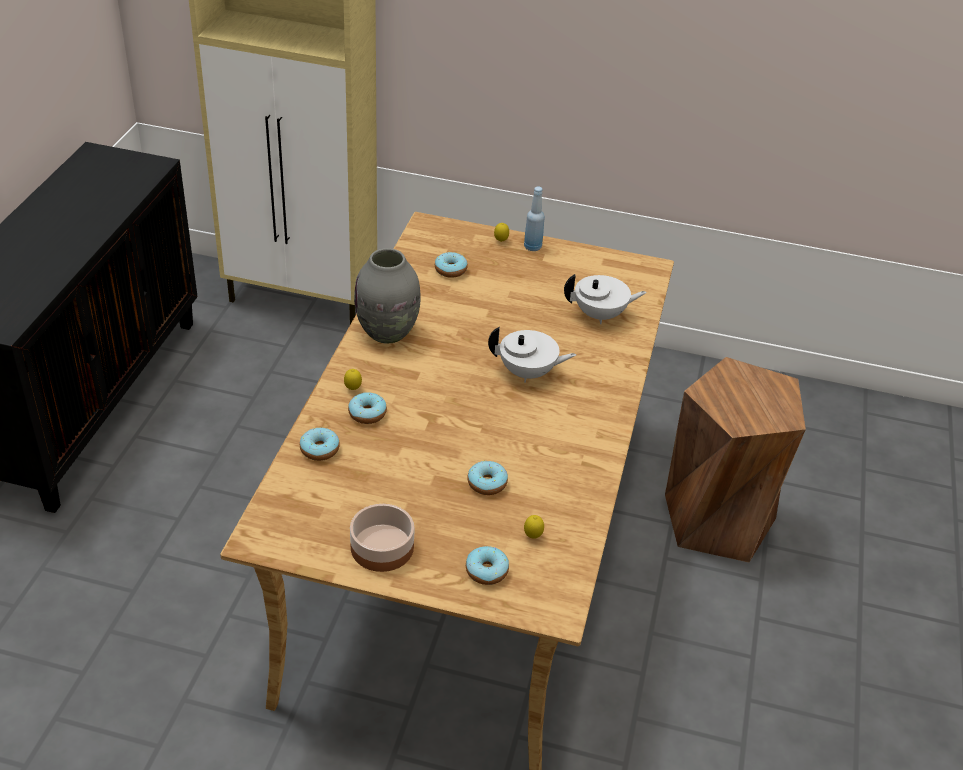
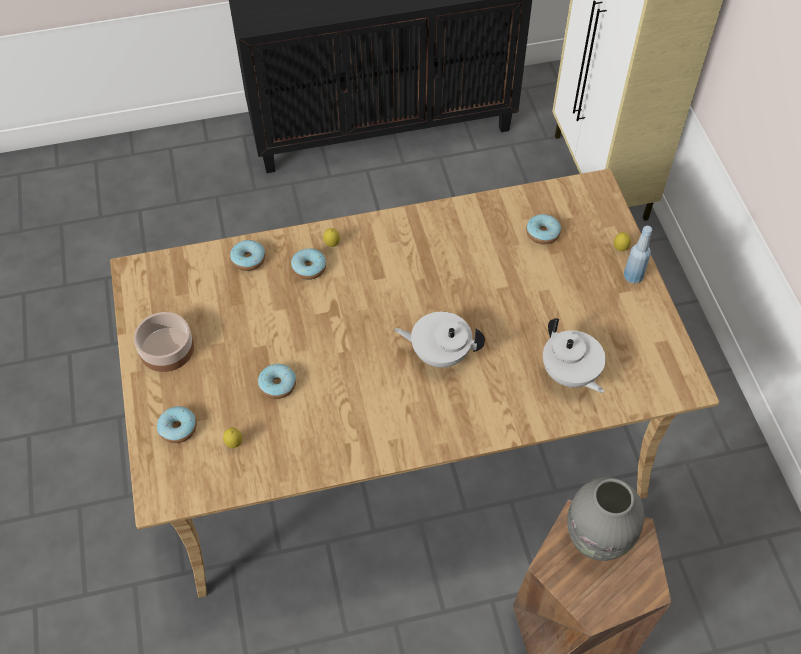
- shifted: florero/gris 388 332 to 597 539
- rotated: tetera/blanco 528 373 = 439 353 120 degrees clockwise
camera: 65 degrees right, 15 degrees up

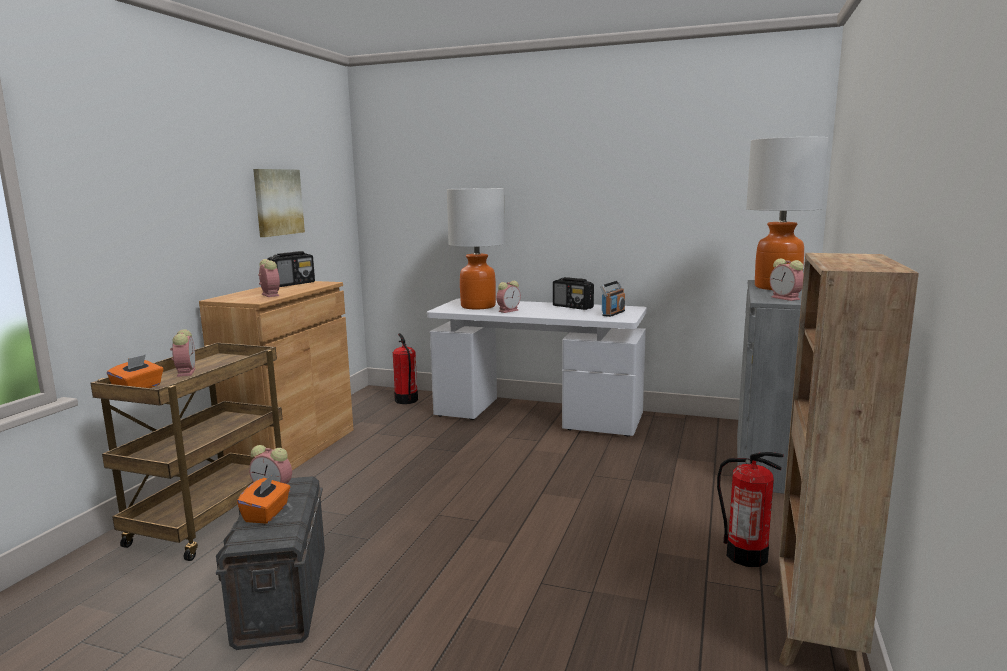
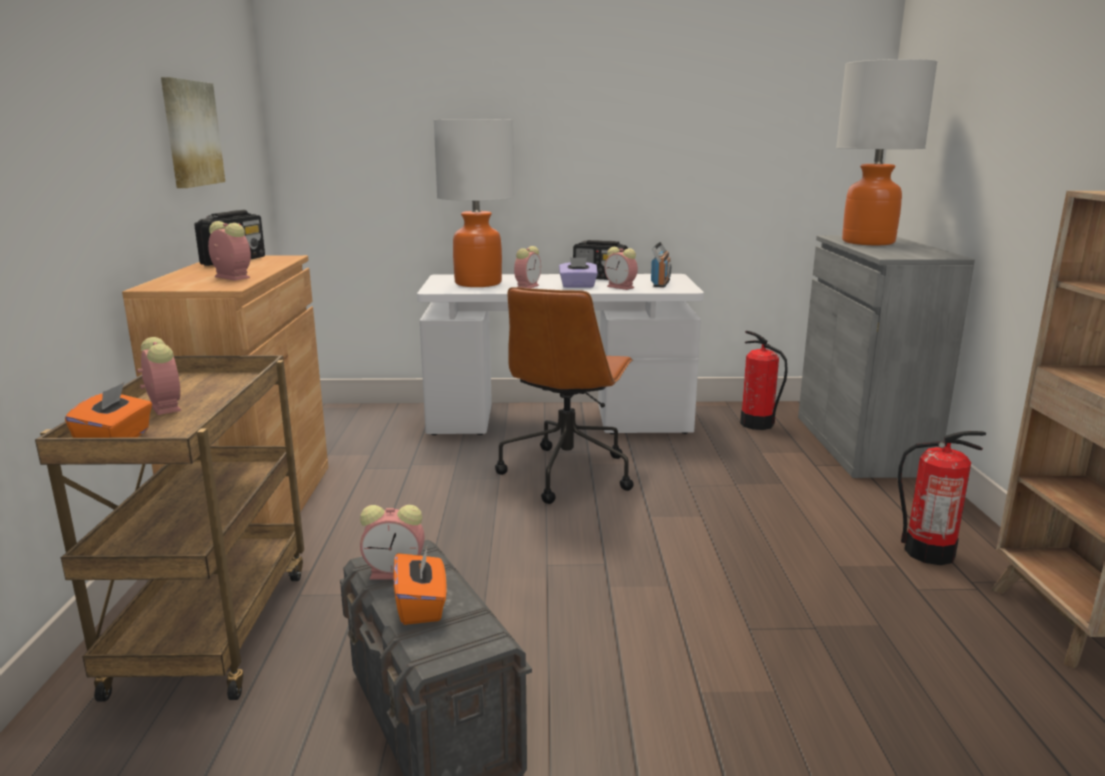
- new: silla de oficina/marrón 567 472
- new: caja de pañuelos/morado 578 286
- shifted: extintor 406 400 to 757 424
- shifted: despertador 786 298 to 621 287
camera: 20 degrees left, 5 degrees up

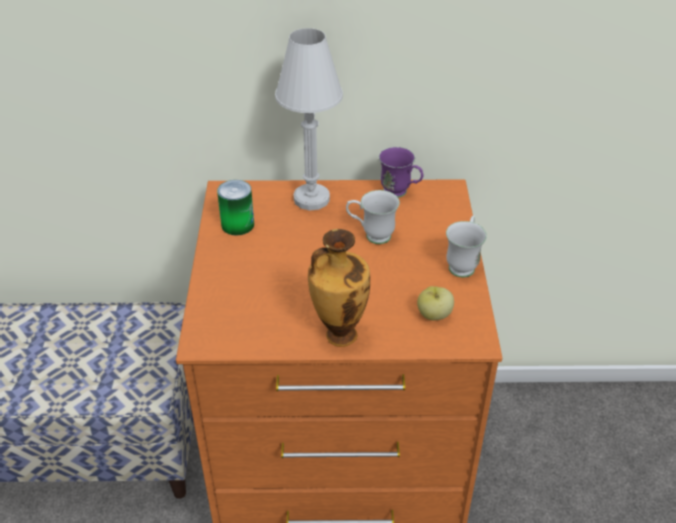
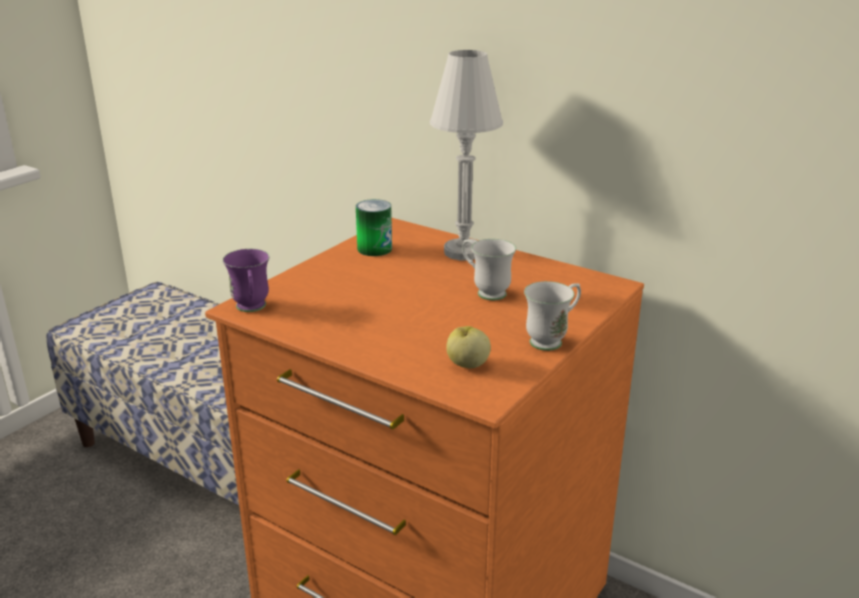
- gone: florero 339 334
- shifted: taza grande/morado 400 193 to 252 309
camera: 35 degrees right, 15 degrees down

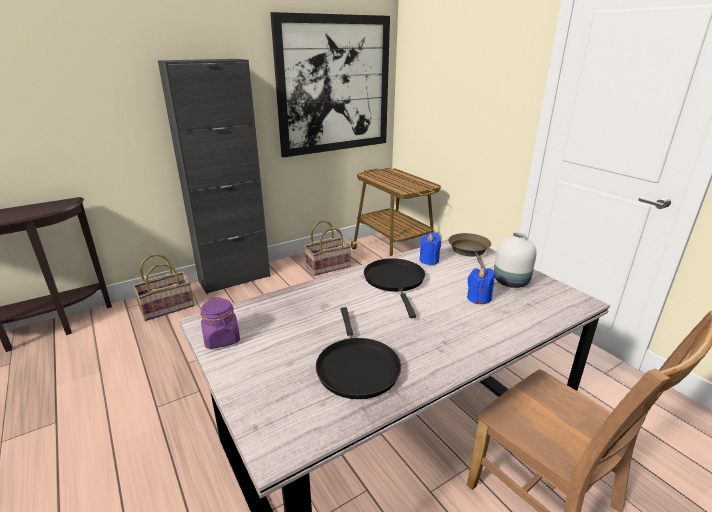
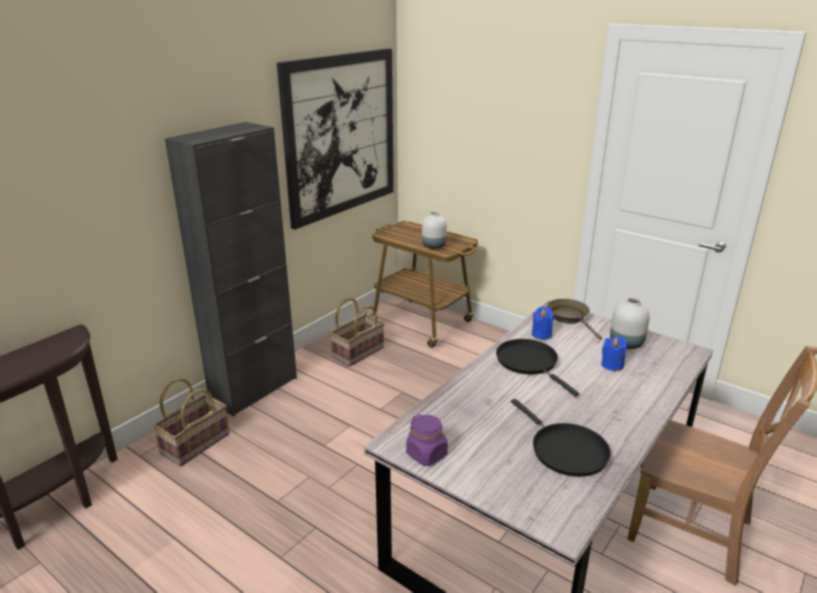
- new: florero/blanco 433 246
camera: 20 degrees left, 0 degrees up

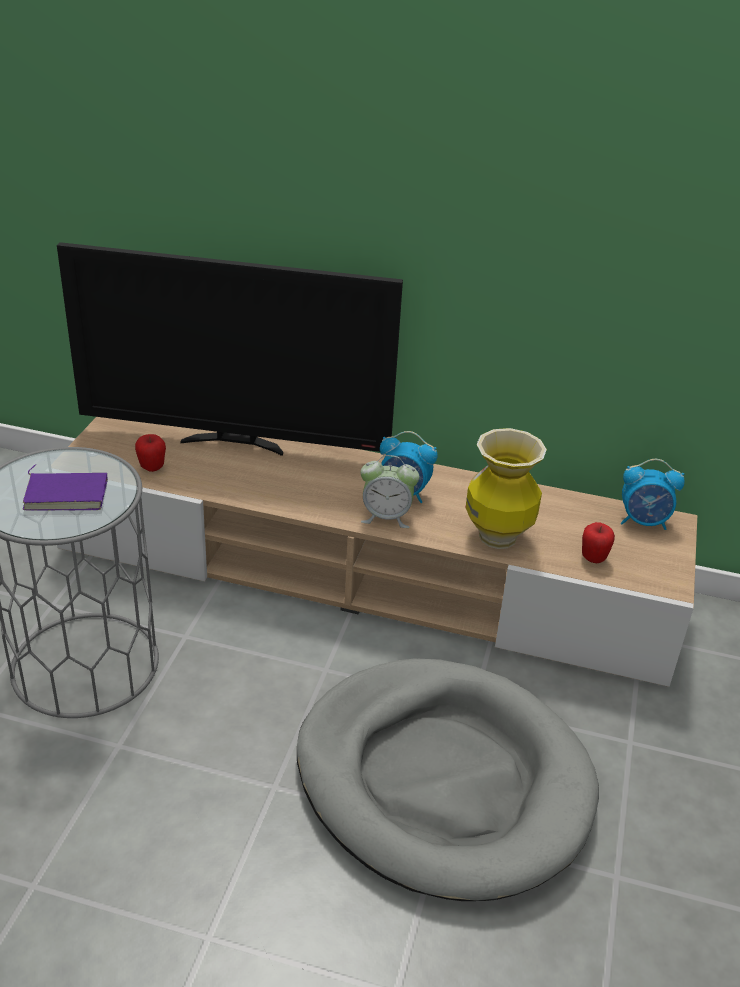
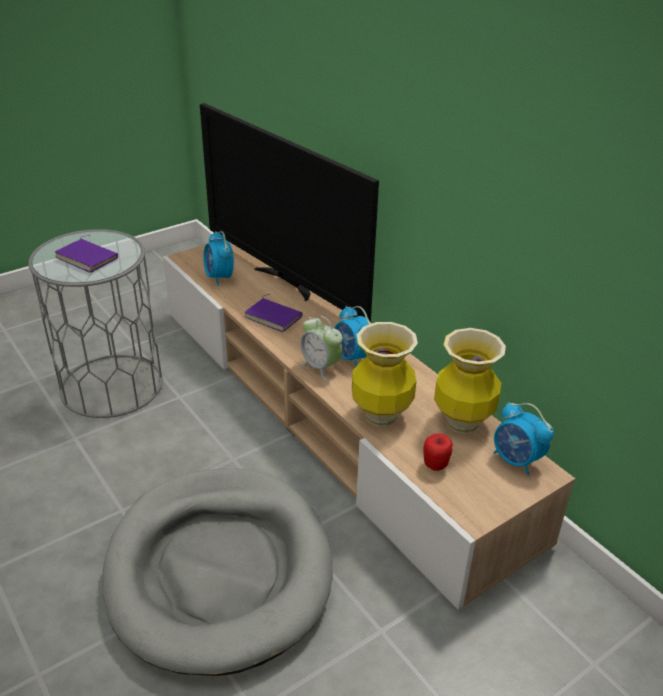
- new: libro/morado 274 316
- new: florero 462 422
- swapped: manzana 152 468 to despertador 219 277
camera: 40 degrees right, 0 degrees up

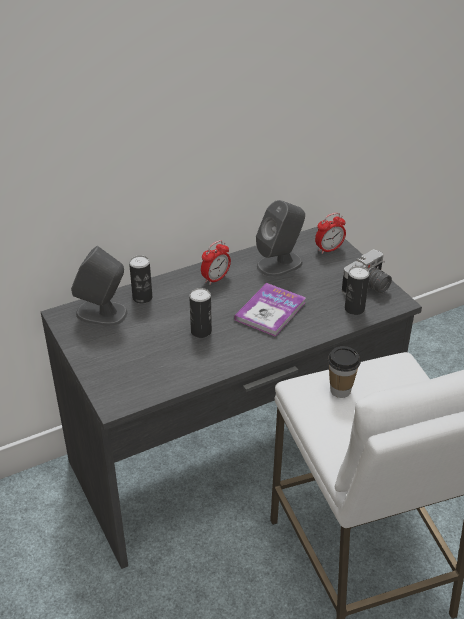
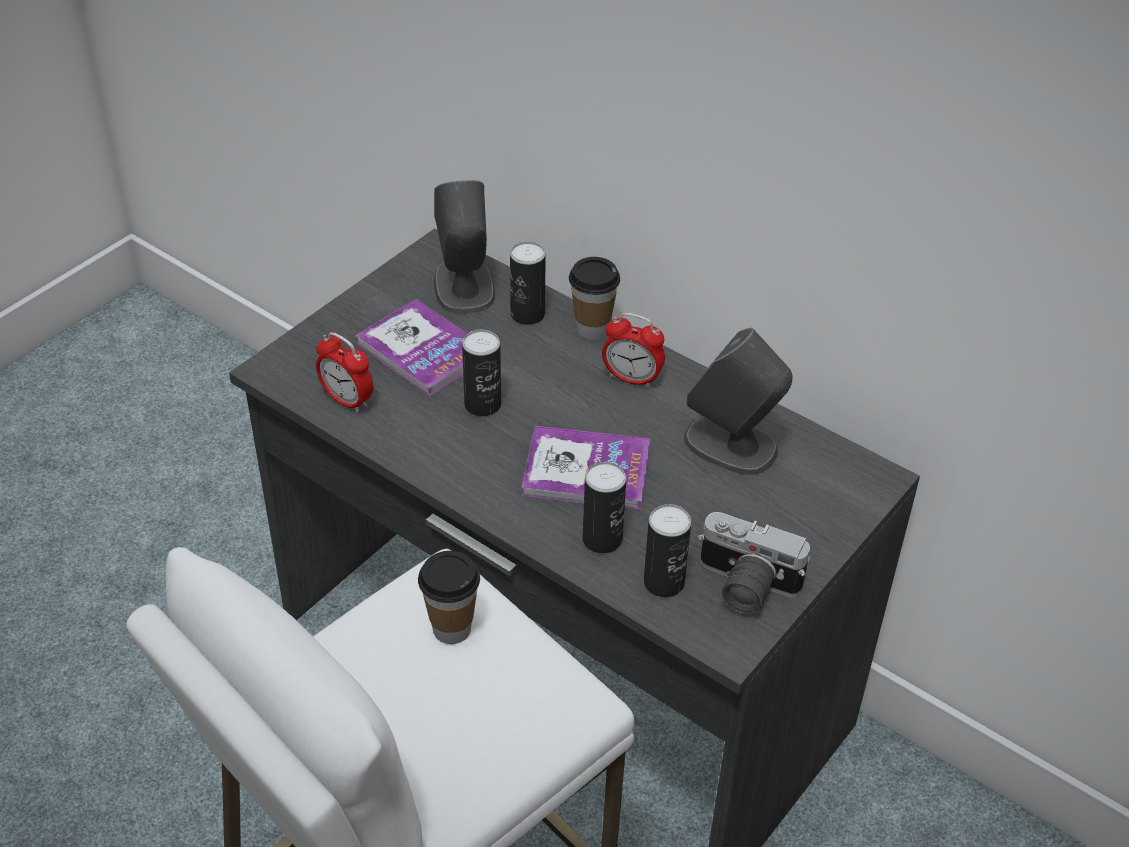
- new: libro 423 350
- new: taza 592 329
- new: lata 602 539
- shifted: despertador 329 249 to 347 400
camera: 65 degrees right, 5 degrees up

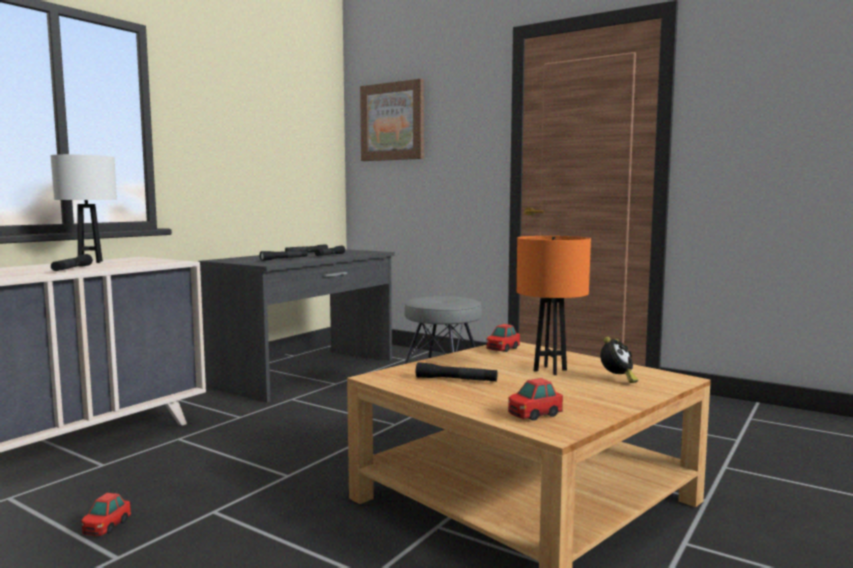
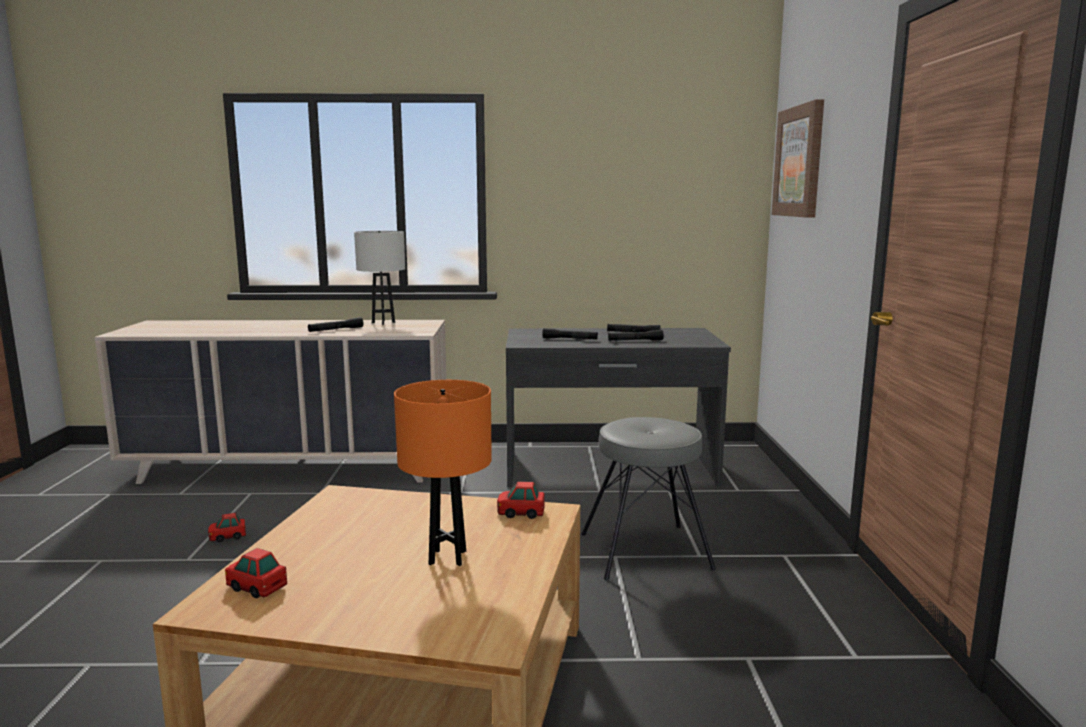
- gone: linterna/negro 456 380
- gone: despertador 617 379
camera: 55 degrees right, 5 degrees up

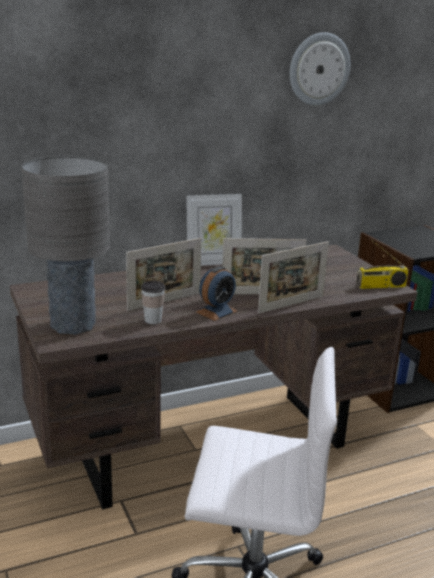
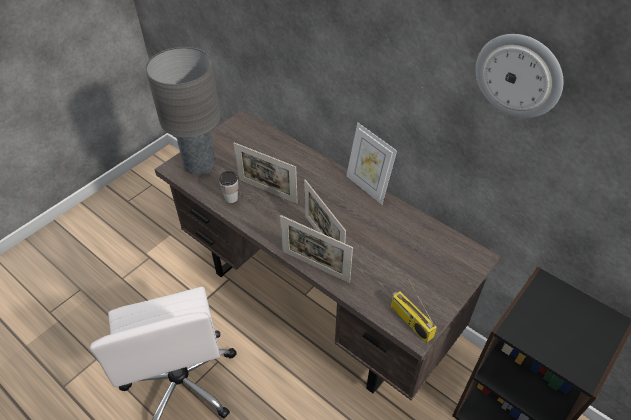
- gone: despertador 216 311
camera: 65 degrees right, 25 degrees up

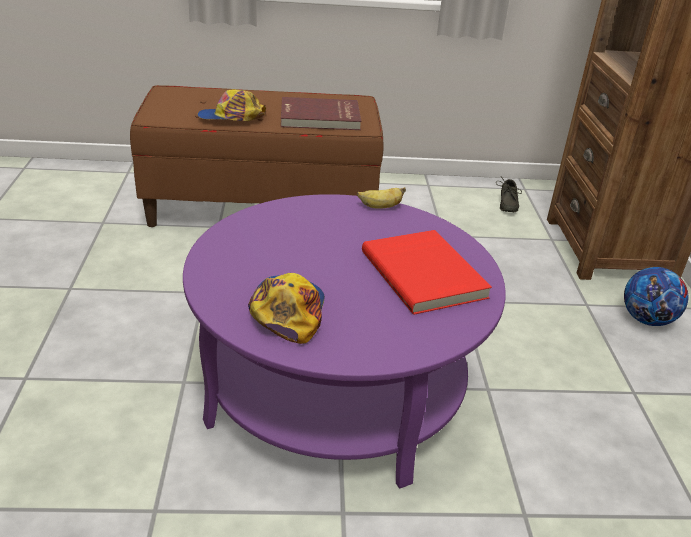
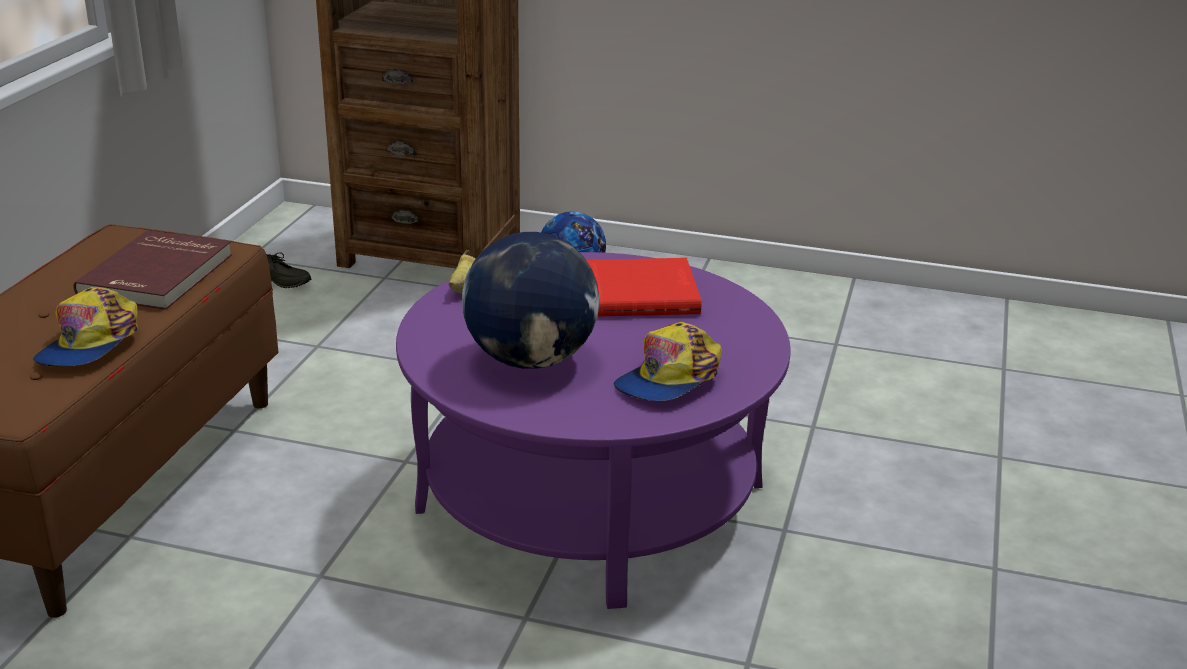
- new: globo terráqueo 531 359
- rotated: gorra 288 311 = 669 379 75 degrees counterclockwise
camera: 70 degrees left, 5 degrees down

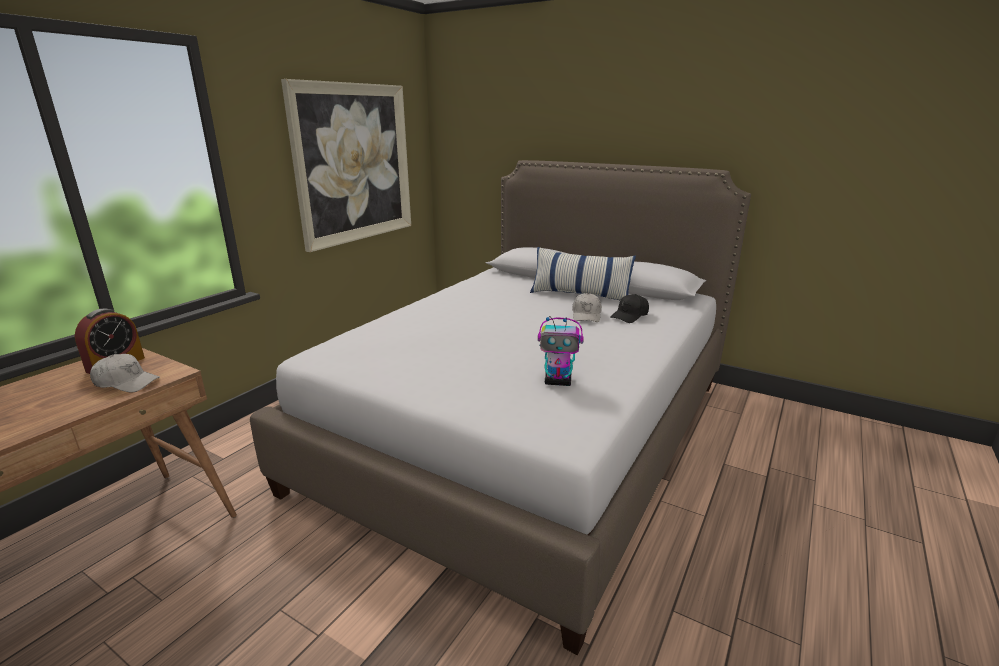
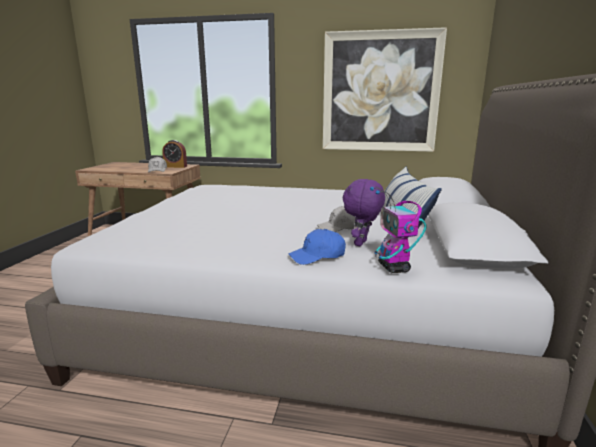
- new: gorra/azul 317 256
- shifted: robot de juguete 558 382 to 394 268
- swapped: gorra/negro 630 316 to peluche/morado 362 243
camera: 70 degrees right, 5 degrees down

